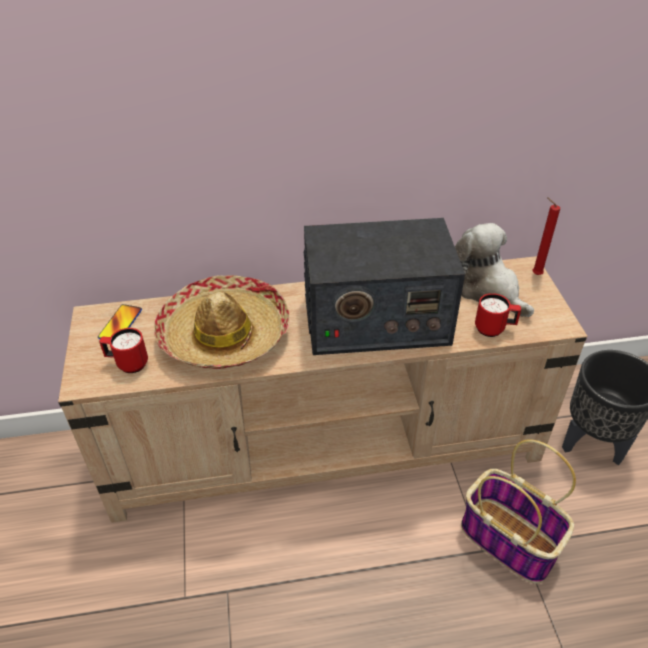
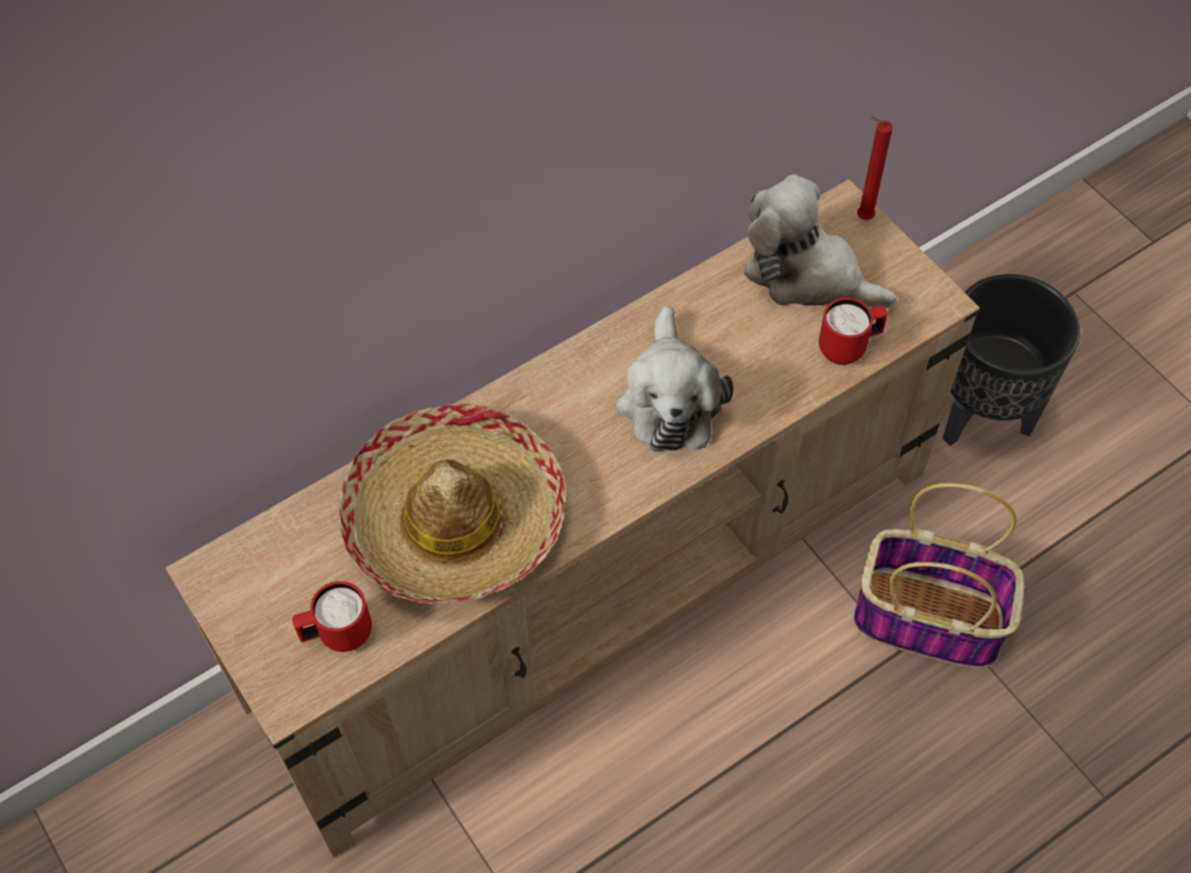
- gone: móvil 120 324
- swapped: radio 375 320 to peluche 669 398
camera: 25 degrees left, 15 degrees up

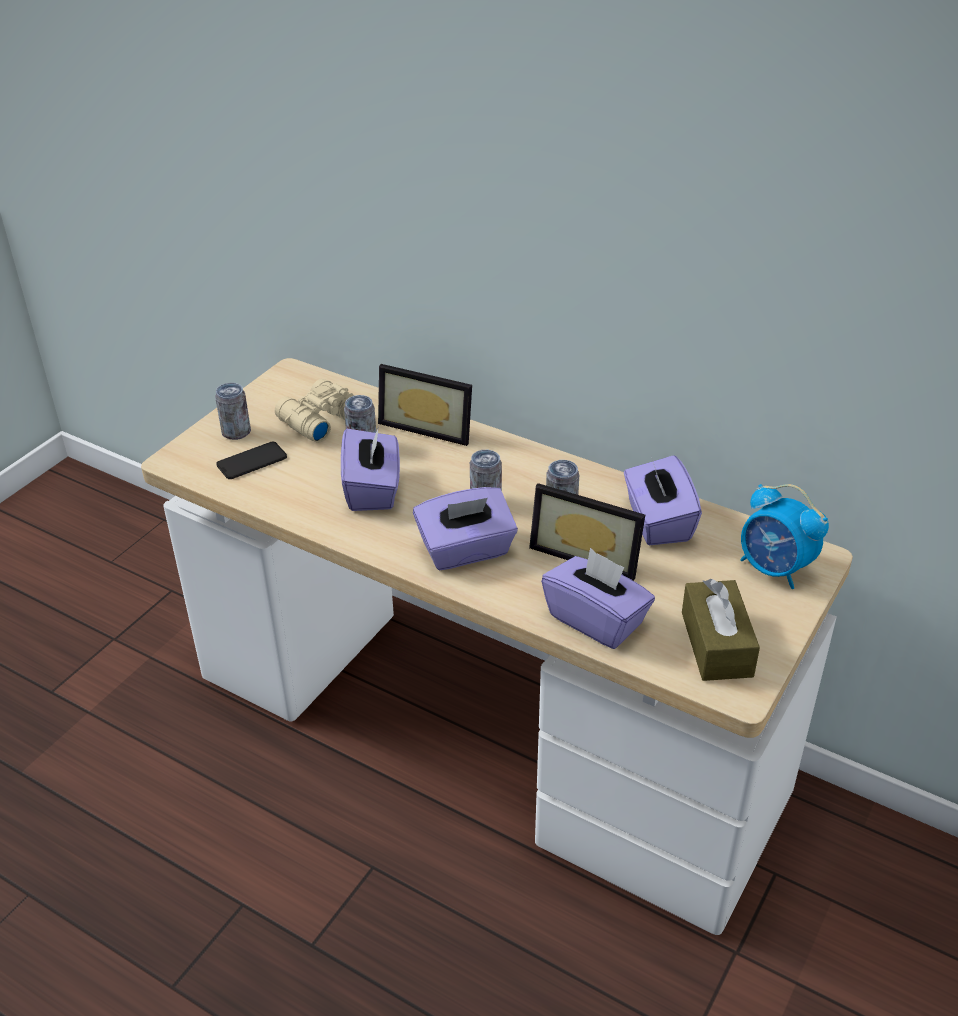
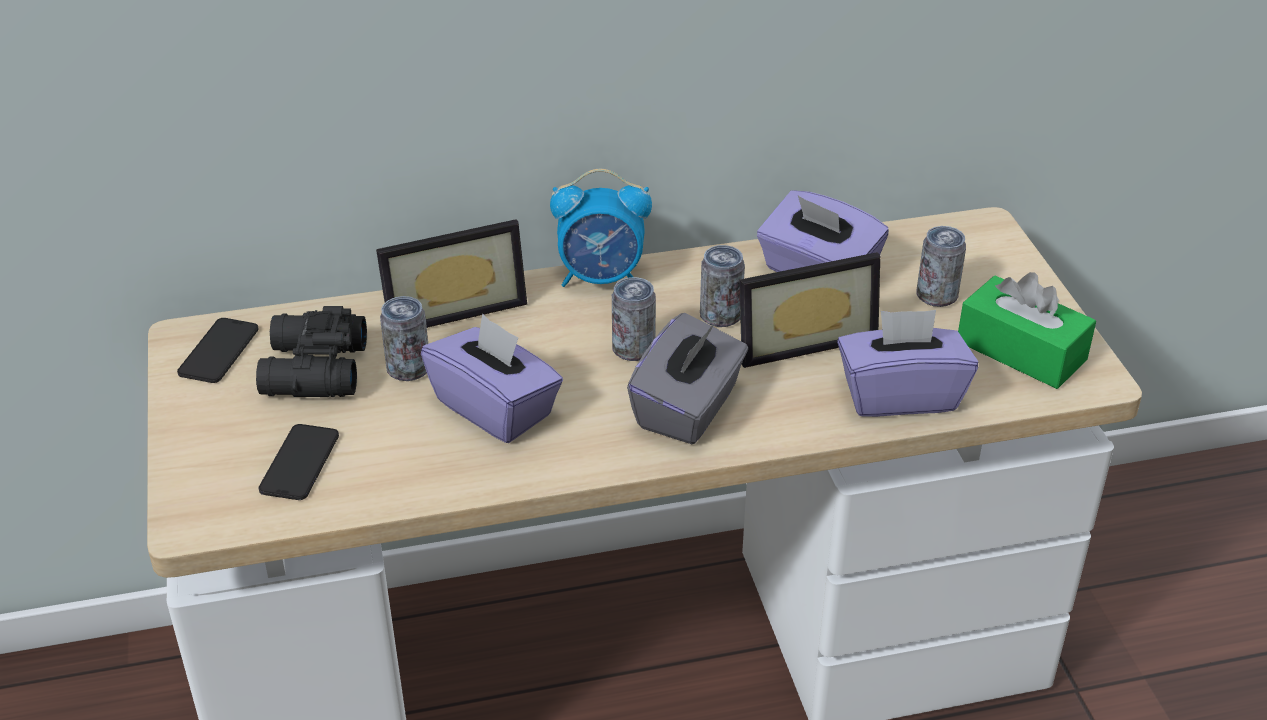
- new: móvil 219 351
- shifted: lata 236 432 to 936 296
- shifted: despertador 774 569 to 601 278
- repainted: prismáticos/beis 319 420 to prismáticos/negro 312 371
- repainted: caja de pañuelos/morado 466 551 to caja de pañuelos/gris 688 409
- repainted: caja de pañuelos/marrón 716 644 to caja de pañuelos/verde 1021 350
camera: 45 degrees left, 0 degrees up

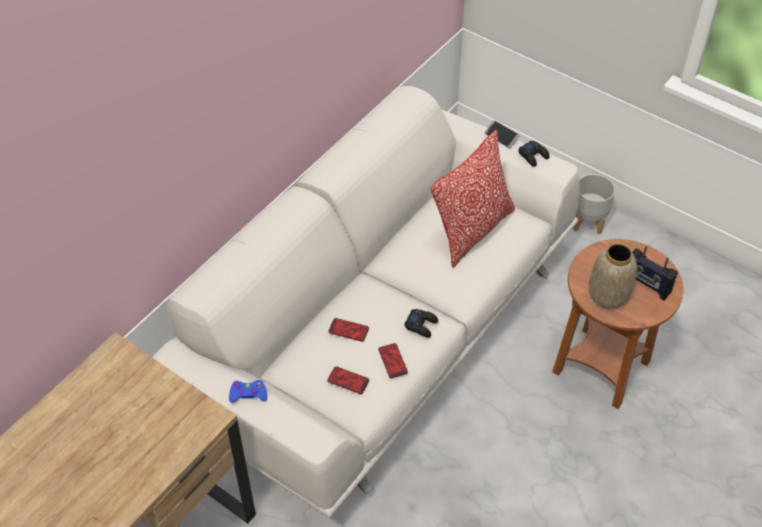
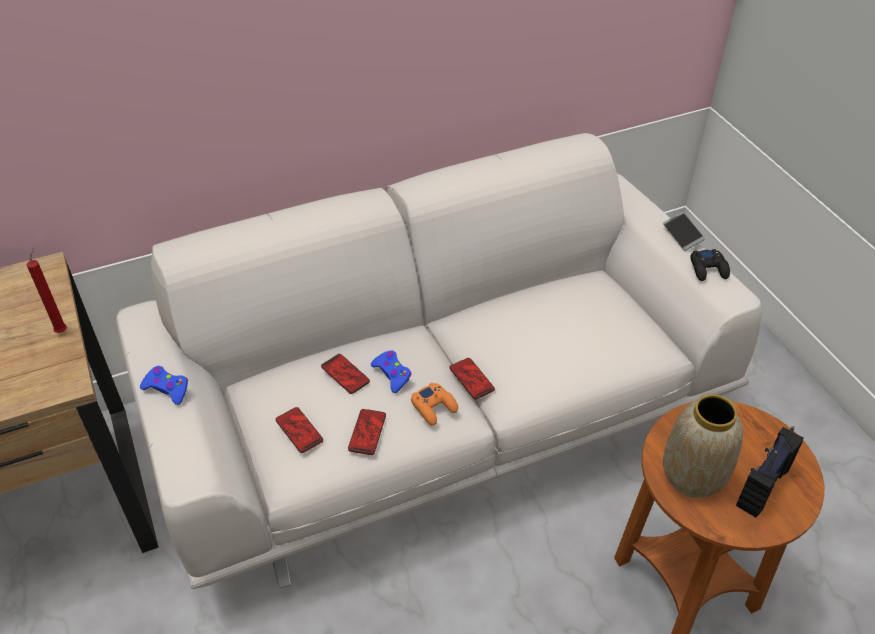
- gone: cojín 472 230
- gone: maceta/gris 587 222
- new: vela/rojo 62 330
- new: mando de consola/azul 392 374
- new: móvil 471 379
- repainted: mando de consola/negro 421 325 to mando de consola/naranja 434 407
- rotated: radio 646 285 = 761 486 60 degrees clockwise
camera: 30 degrees right, 5 degrees down

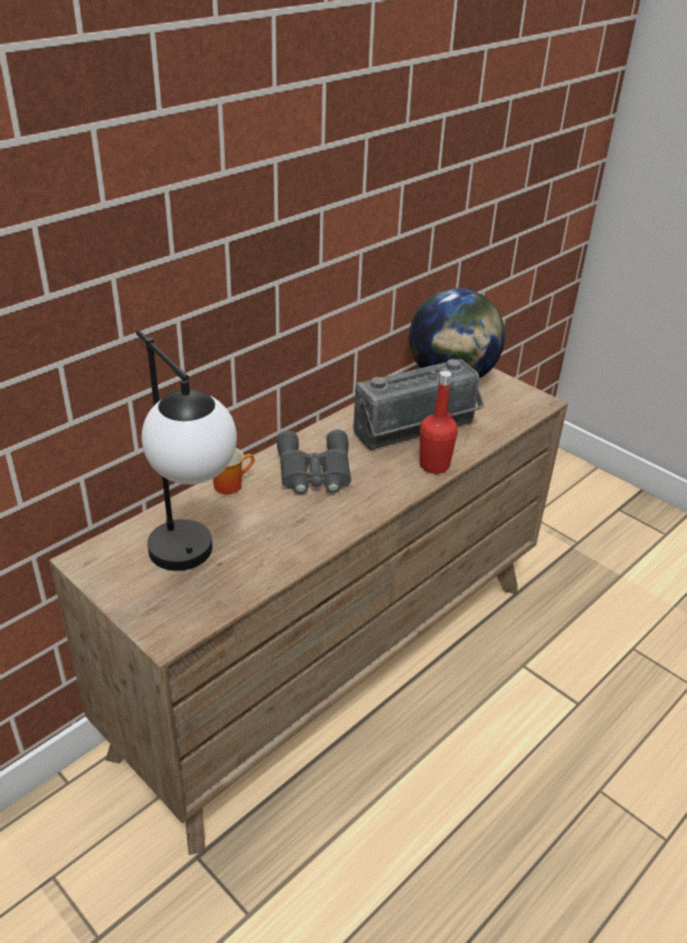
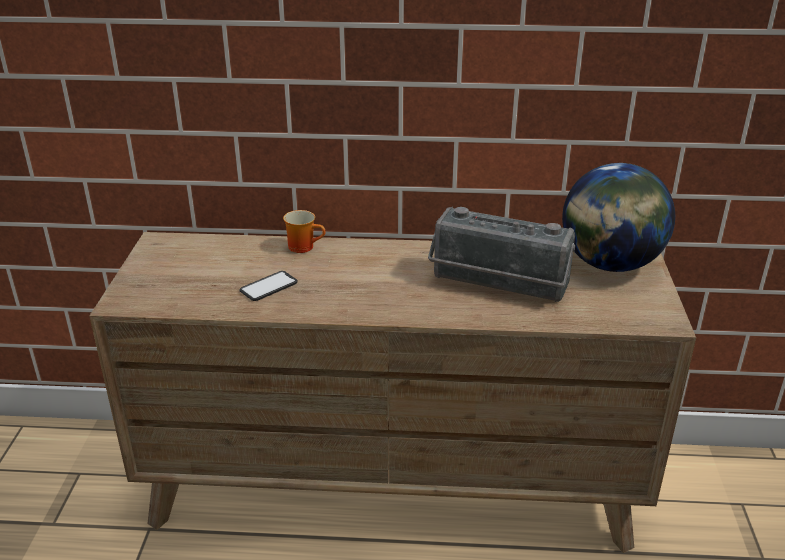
- gone: lámpara de mesa 193 564
- gone: prismáticos/gris 314 471
- gone: botella/rojo 434 465
- new: móvil 268 287
camera: 50 degrees right, 5 degrees down

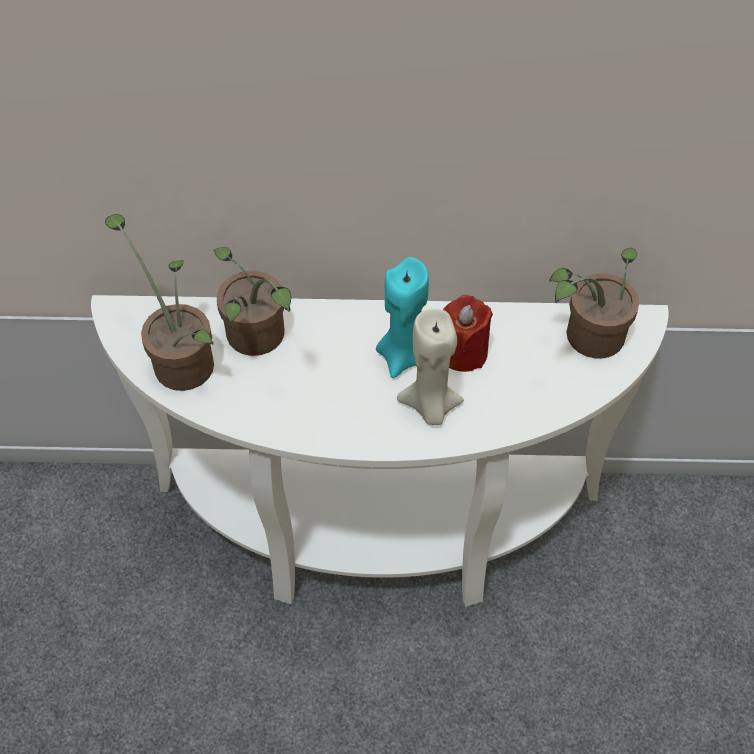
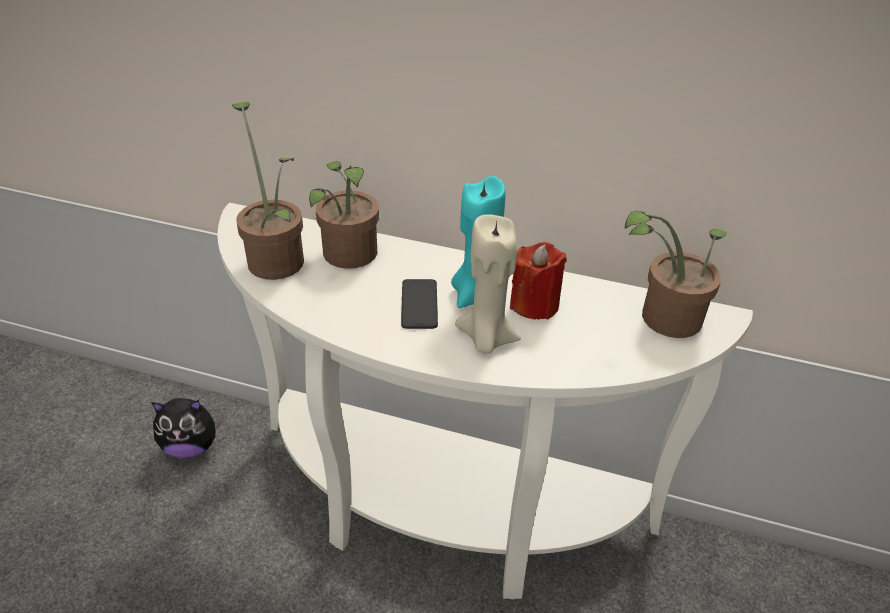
- new: peluche 191 446
- new: móvil 419 304
camera: 15 degrees right, 15 degrees down

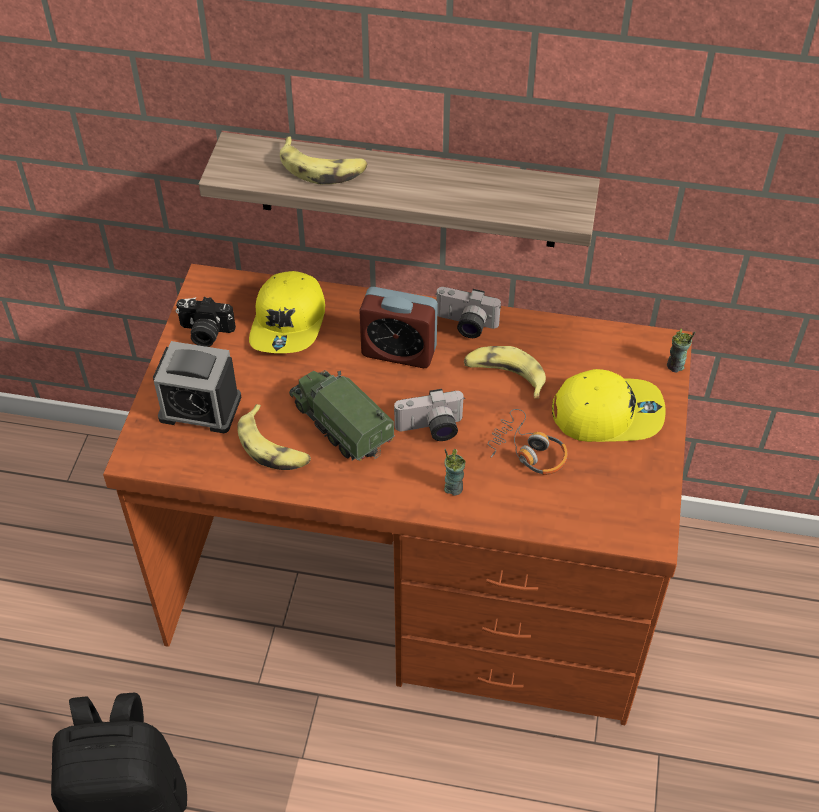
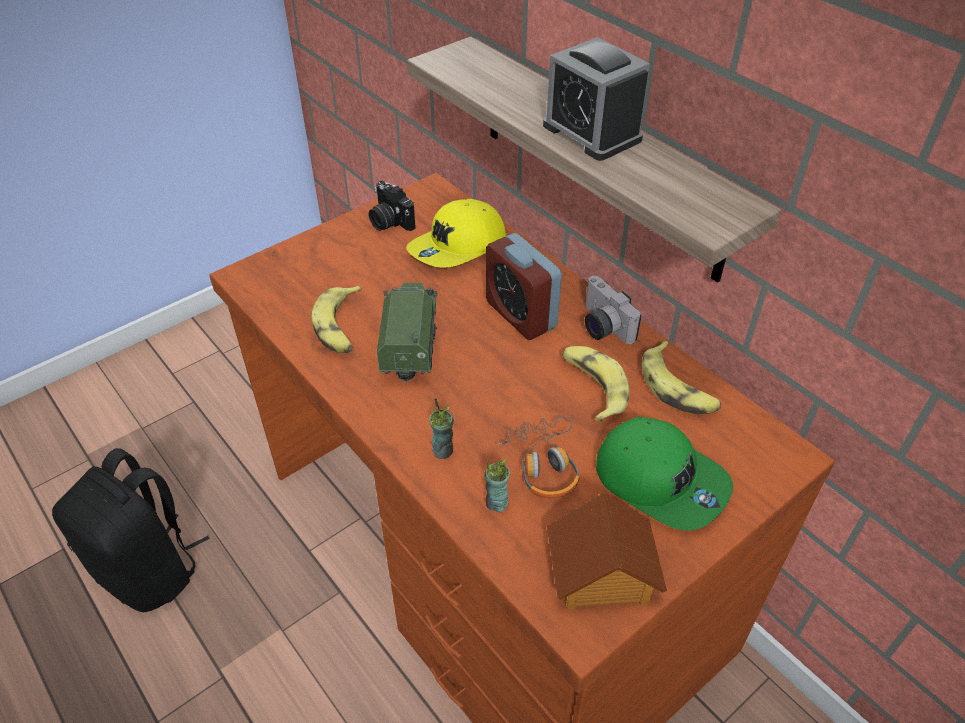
- gone: cámara 431 429
- new: casita 601 573
- shifted: despertador 200 408 to 592 132
- shifted: plátano 323 168 to 678 388
- shifted: taza 675 366 to 496 503
- repainted: gorra/amarillo 607 413 to gorra/verde 661 480
camera: 40 degrees right, 5 degrees down

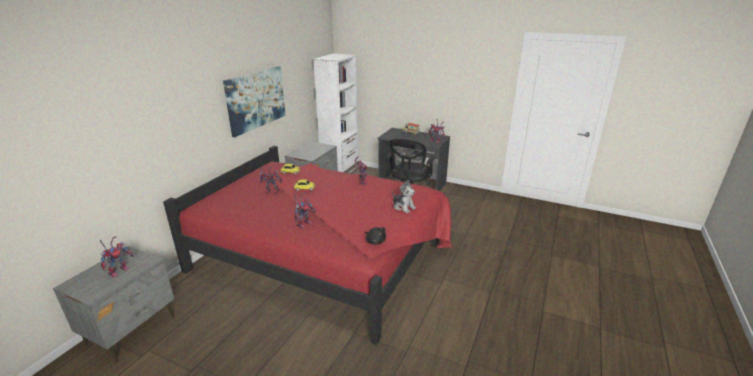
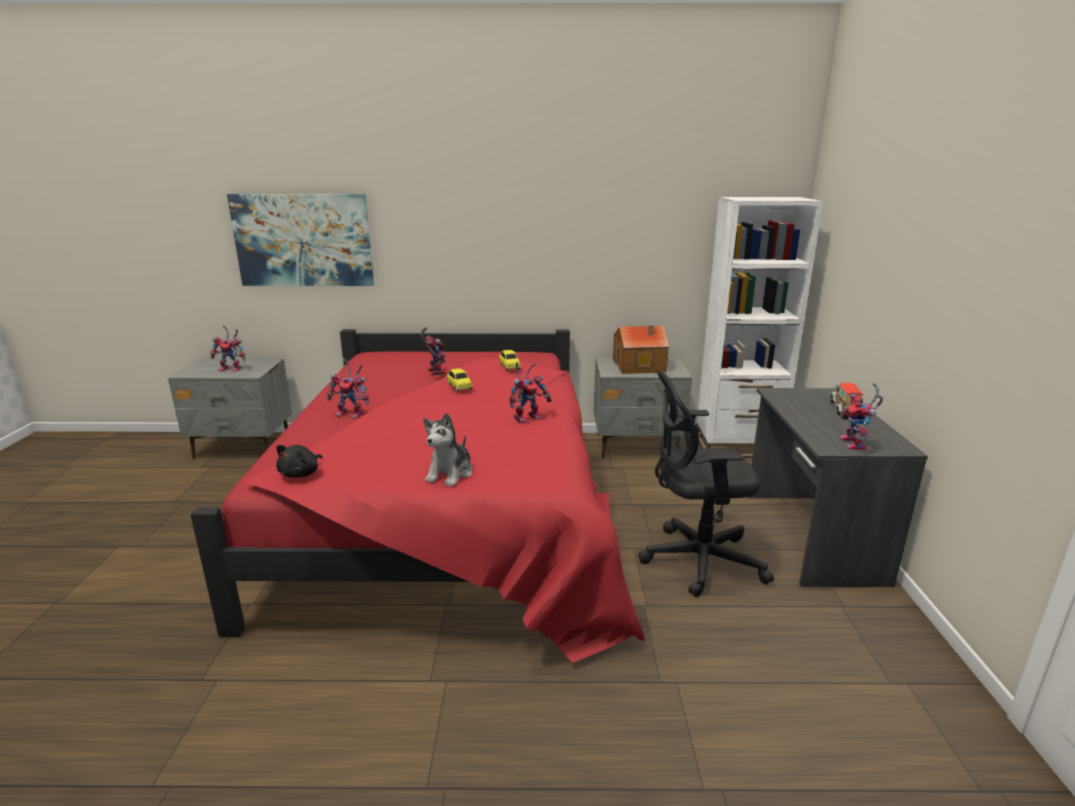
- new: casita 640 366
- shifted: cuadro 256 99 to 303 240
camera: 65 degrees right, 5 degrees down

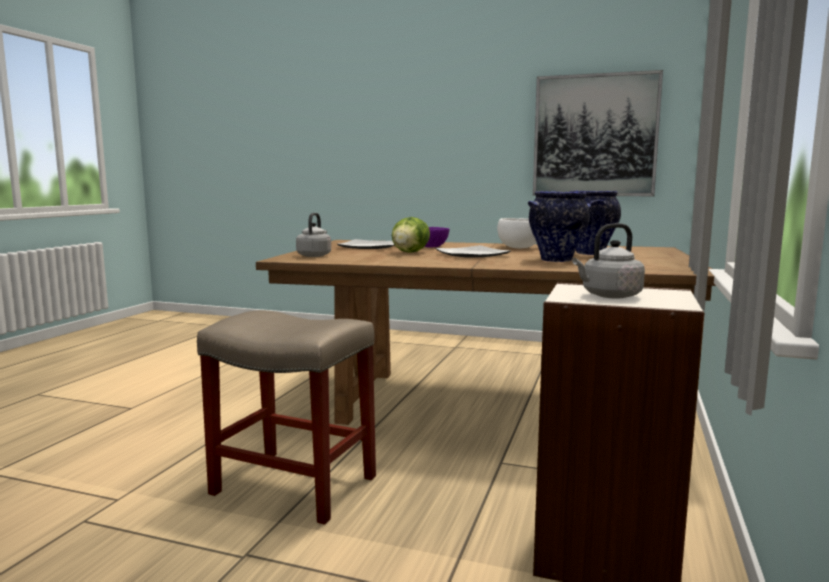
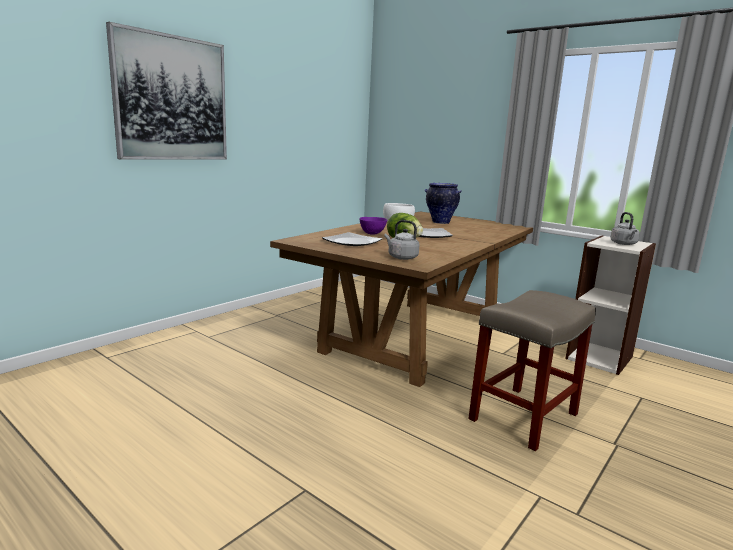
- gone: florero 557 260
- shifted: cuadro 595 136 to 171 98
camera: 70 degrees left, 5 degrees up

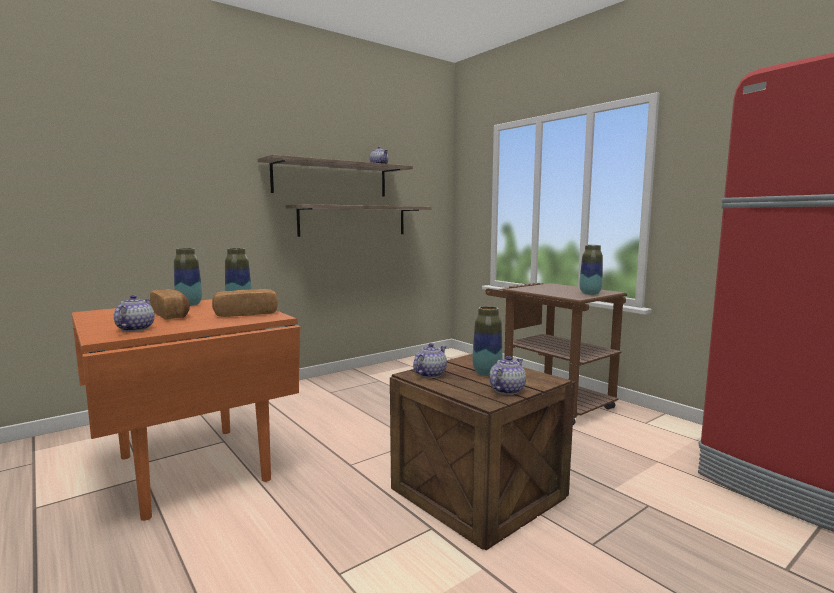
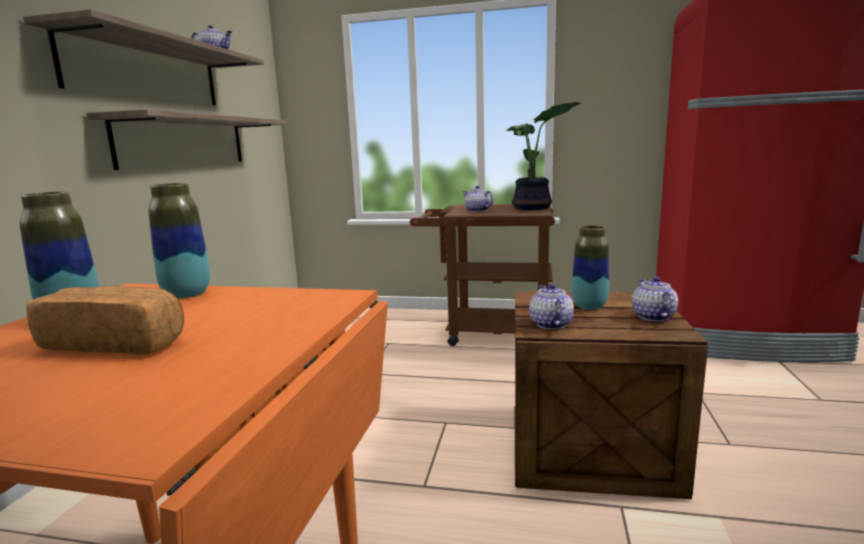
- gone: pan 246 314
- shifted: tetera 135 329 to 477 210
- swapped: florero 590 294 to planta en maceta 533 208
camera: 40 degrees left, 5 degrees up

